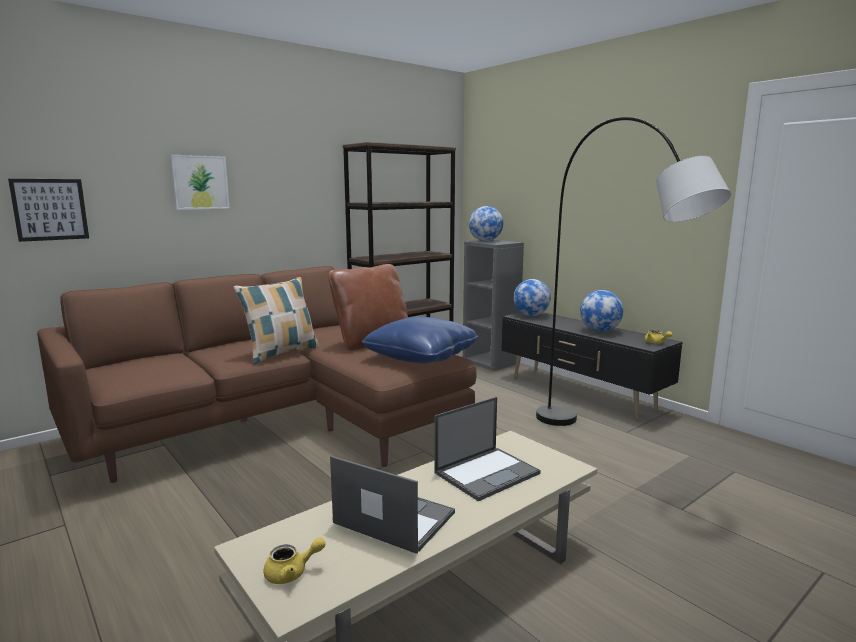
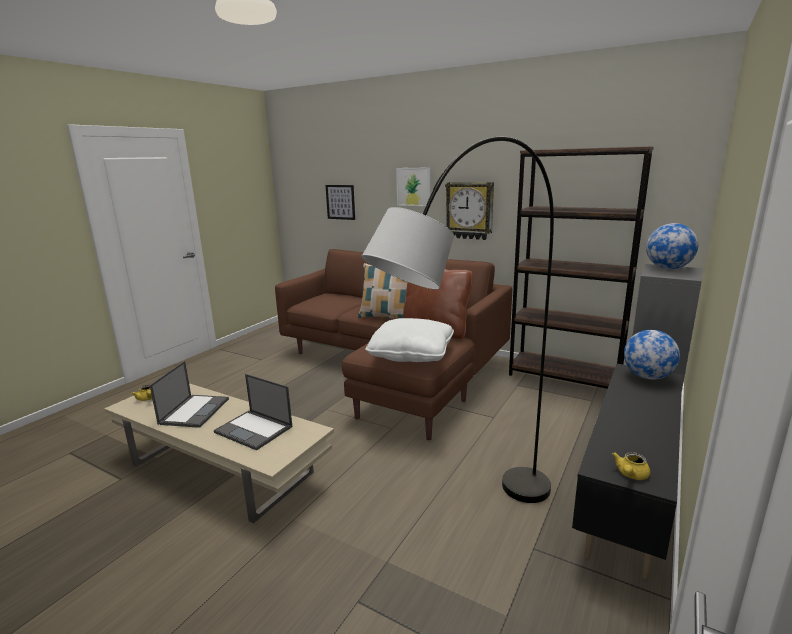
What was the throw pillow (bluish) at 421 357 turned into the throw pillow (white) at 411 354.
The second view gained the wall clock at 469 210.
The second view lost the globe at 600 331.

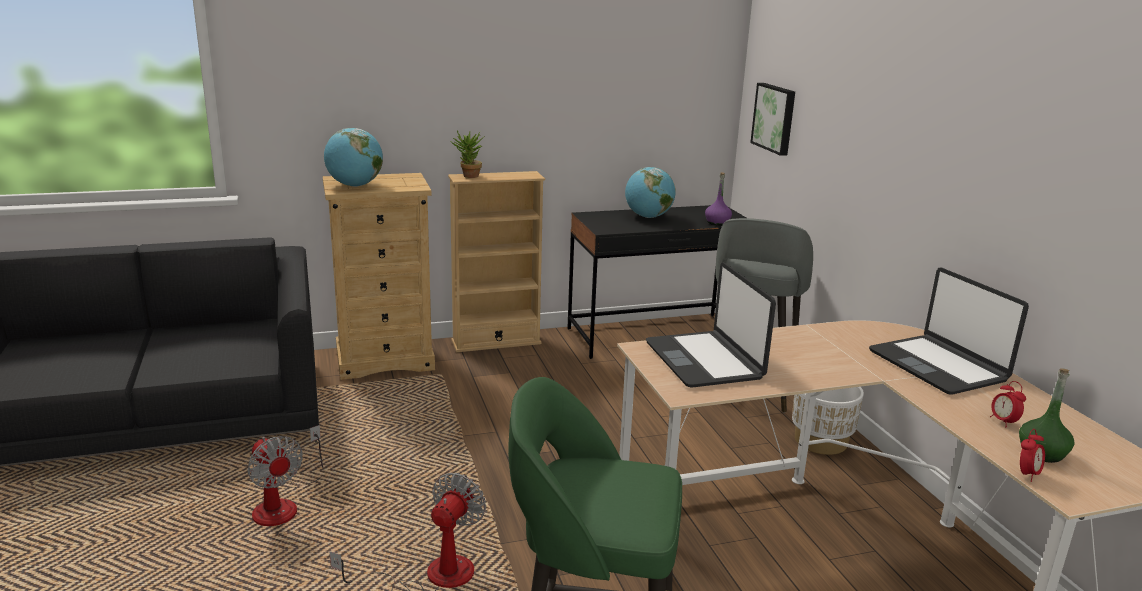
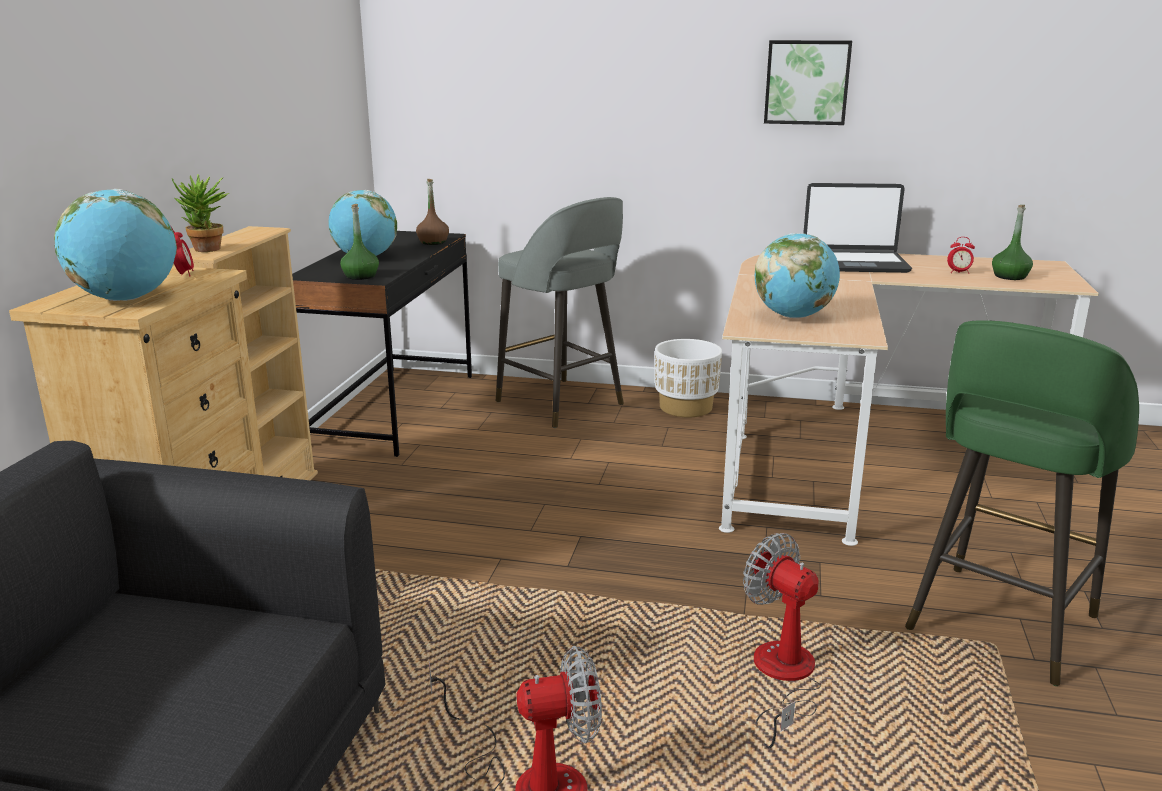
The alarm clock ended up elsewhere, having gone from 1027 474 to 183 274.
The second view gained the drink bottle (greenish) at 360 276.
What was the drink bottle (purple-coloured) at 717 222 turned into the drink bottle (brown) at 433 242.
Where the laptop stood at 705 360, the globe came to stand at 793 316.
The wall art ended up elsewhere, having gone from 775 118 to 807 82.

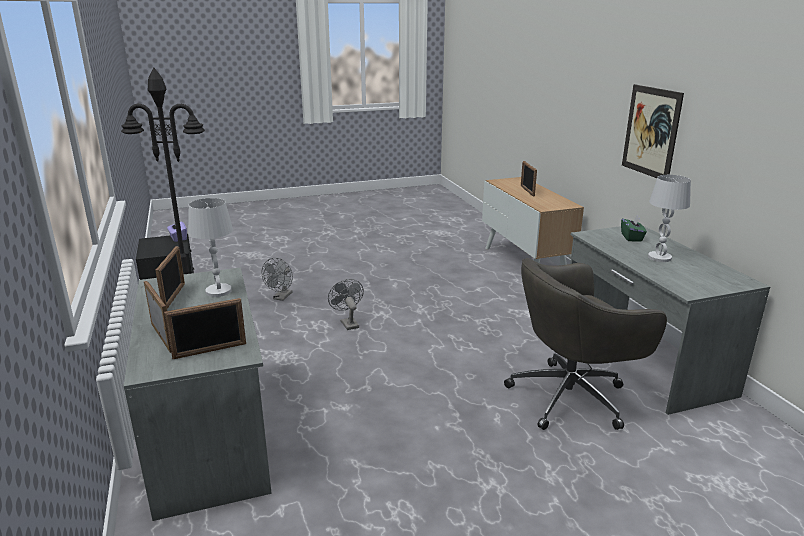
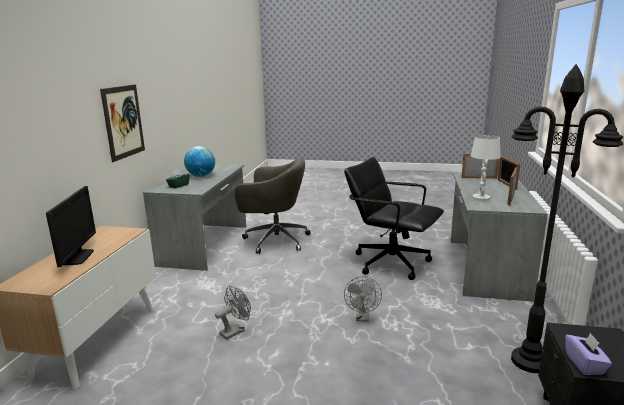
Where the photo frame stood at 527 191, the monitor came to stand at 77 257.
Where the tabletop lamp (white) stood at 659 258, the globe came to stand at 201 176.
The fan (greyish) ended up elsewhere, having gone from 281 297 to 235 331.
The second view gained the desk chair (black) at 391 262.

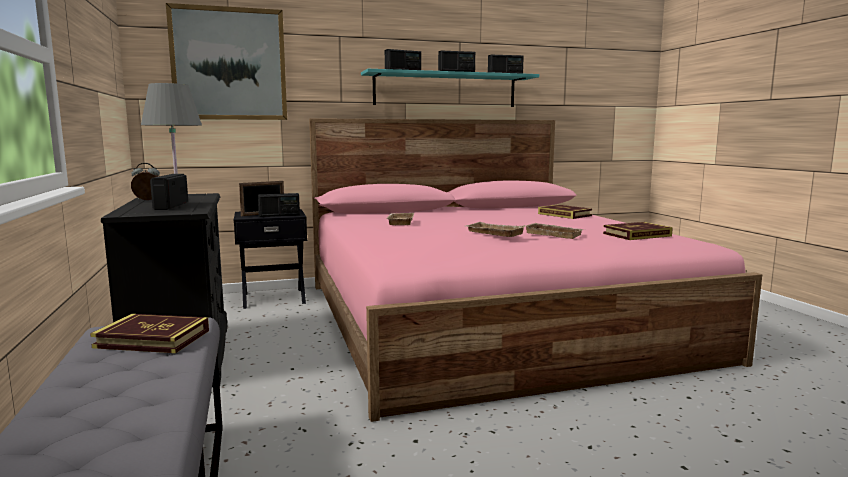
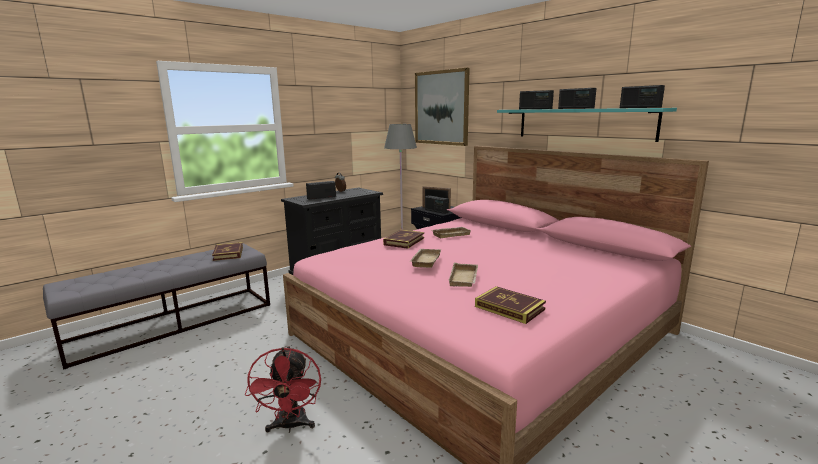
The second view gained the fan (reddish) at 290 426.
The volume ended up elsewhere, having gone from 564 215 to 404 241.

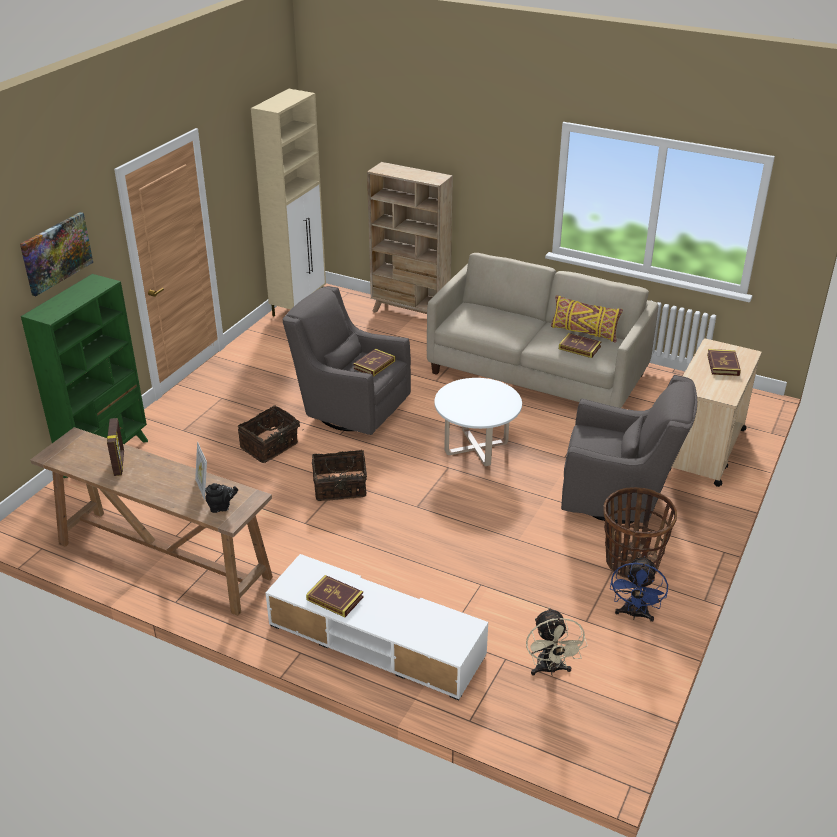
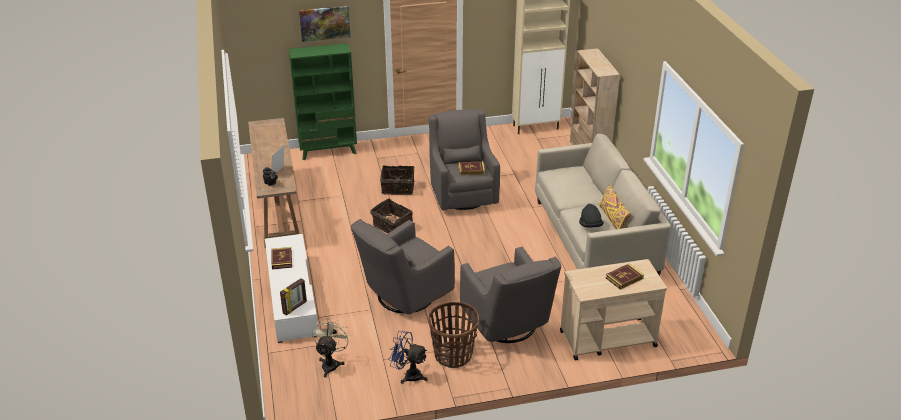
The photo frame ended up elsewhere, having gone from 119 463 to 295 308.
The fan (beige) at 550 670 ended up facing another way, 150 degrees clockwise from before.
The second view gained the armchair (greyish) at 403 296.
The fan (bluish) at 634 614 ended up facing another way, 45 degrees clockwise from before.
Where the volume stood at 579 347, the hat (black) came to stand at 590 225.
The second view lost the low table (white) at 476 448.

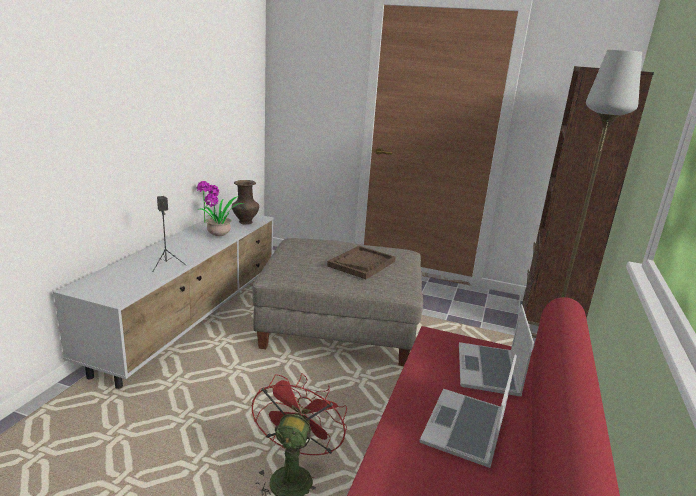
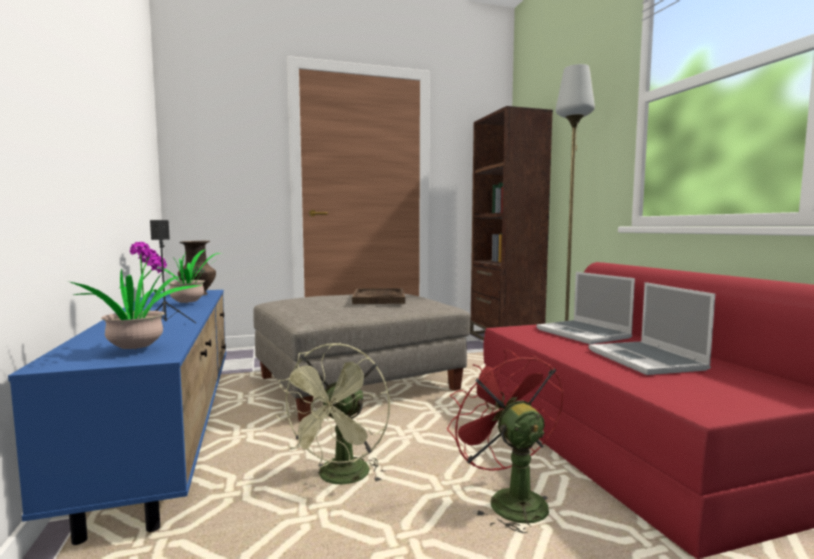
What was the tv stand (white) at 191 319 turned into the tv stand (bluish) at 168 429.
The second view gained the houseplant at 137 351.
The second view gained the fan (greenish) at 340 479.

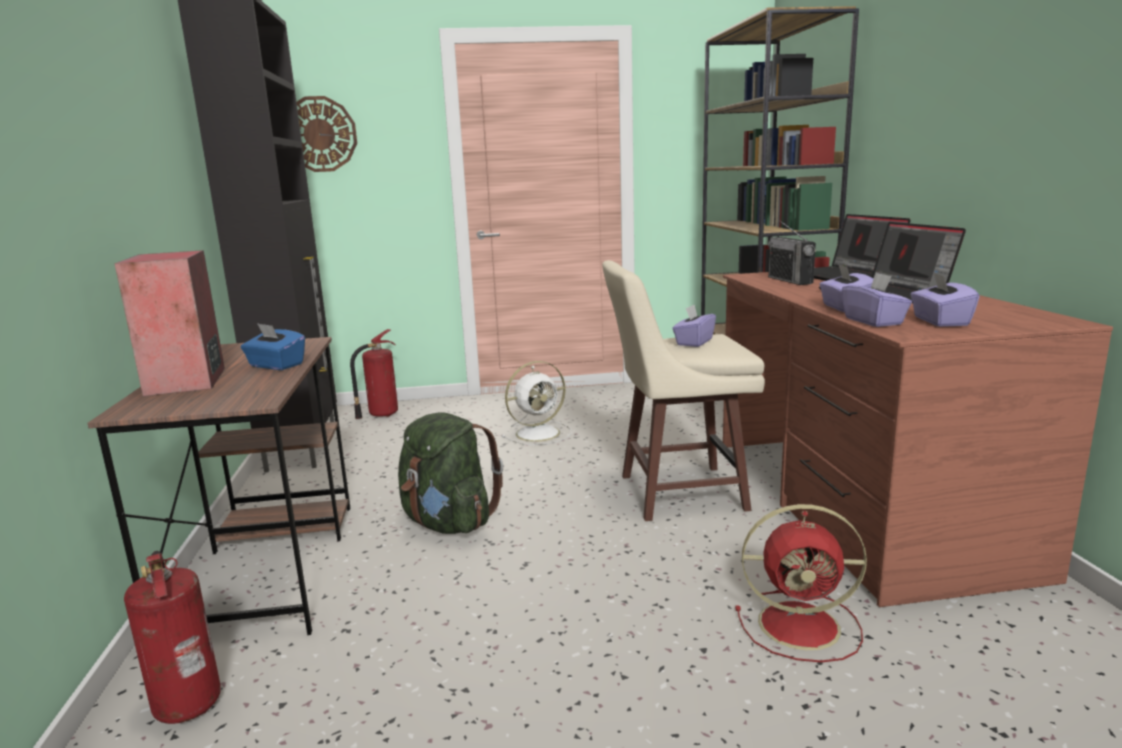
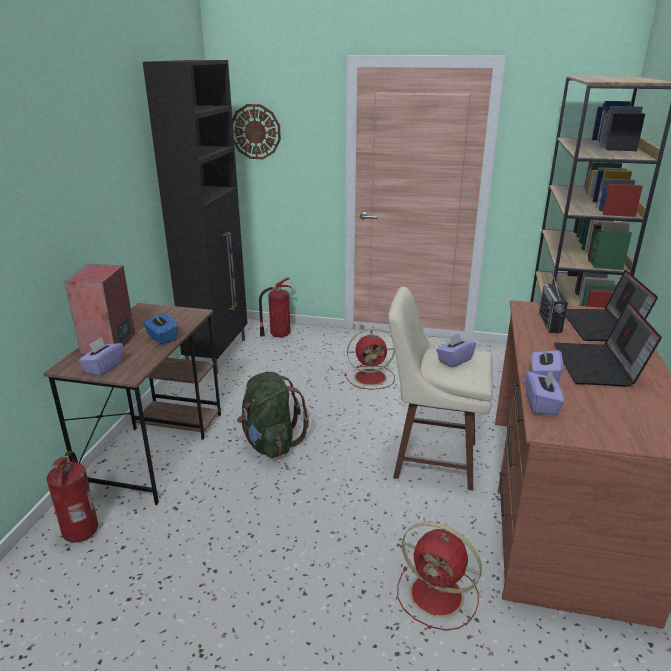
The tissue box (purple-coloured) ended up elsewhere, having gone from 940 321 to 103 368.
What was the fan (white) at 539 433 turned into the fan (reddish) at 372 377.

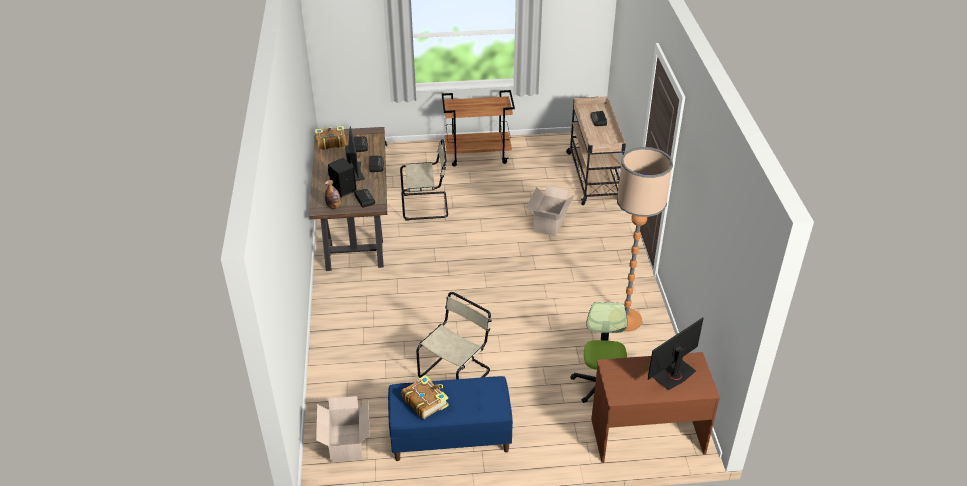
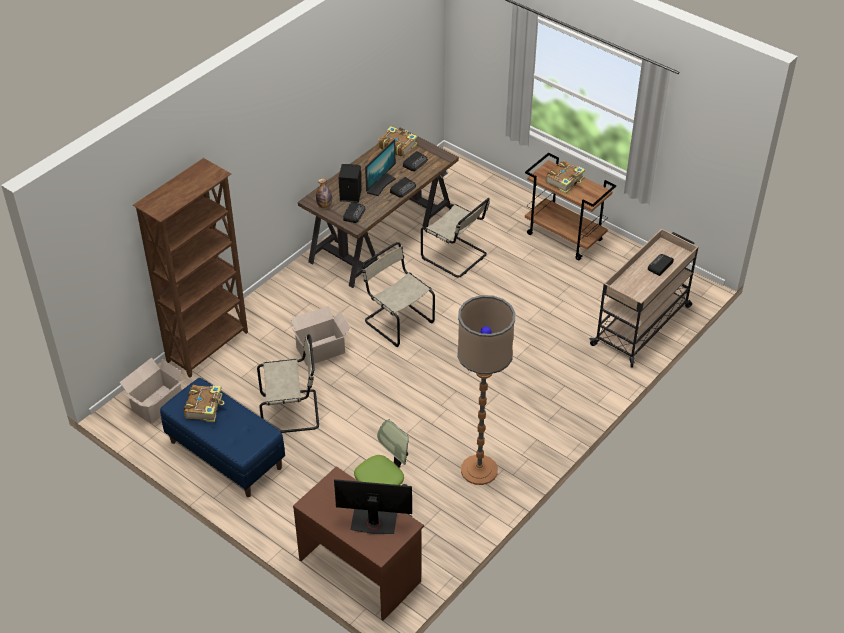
The second view gained the bookshelf (brown) at 208 347.
The carton ended up elsewhere, having gone from 549 222 to 322 350.
The second view gained the chair (beige) at 397 321.
The second view gained the volume at 565 181.

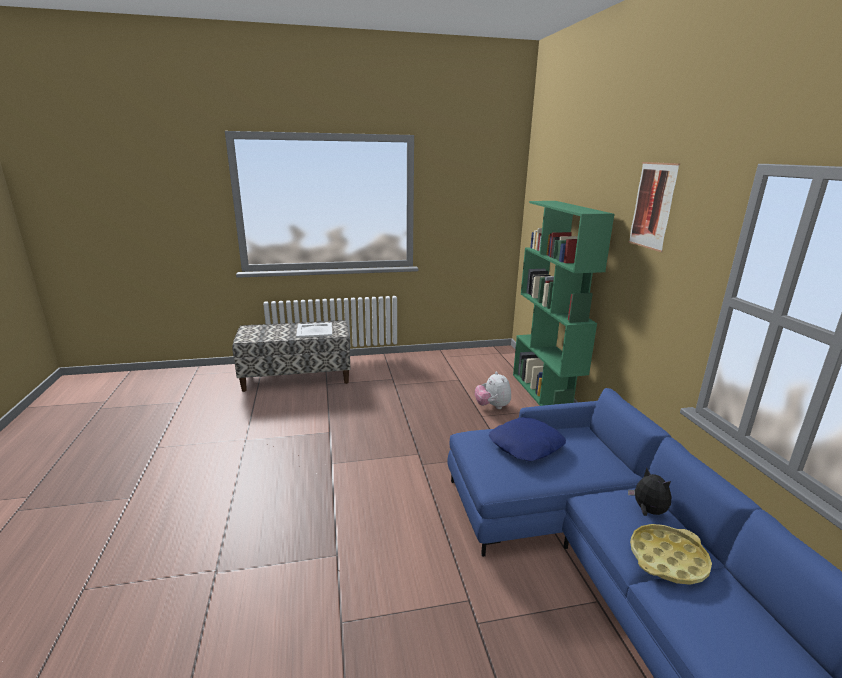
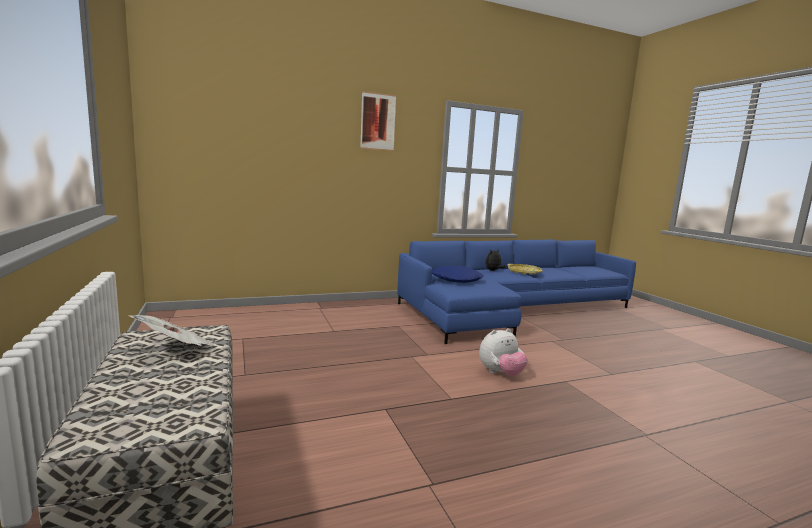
Where the carrying tray (white) stood at 315 330, the daily paper came to stand at 177 350.
The cuddly toy ended up elsewhere, having gone from 492 406 to 500 374.
The second view lost the bookshelf (greenish) at 545 395.

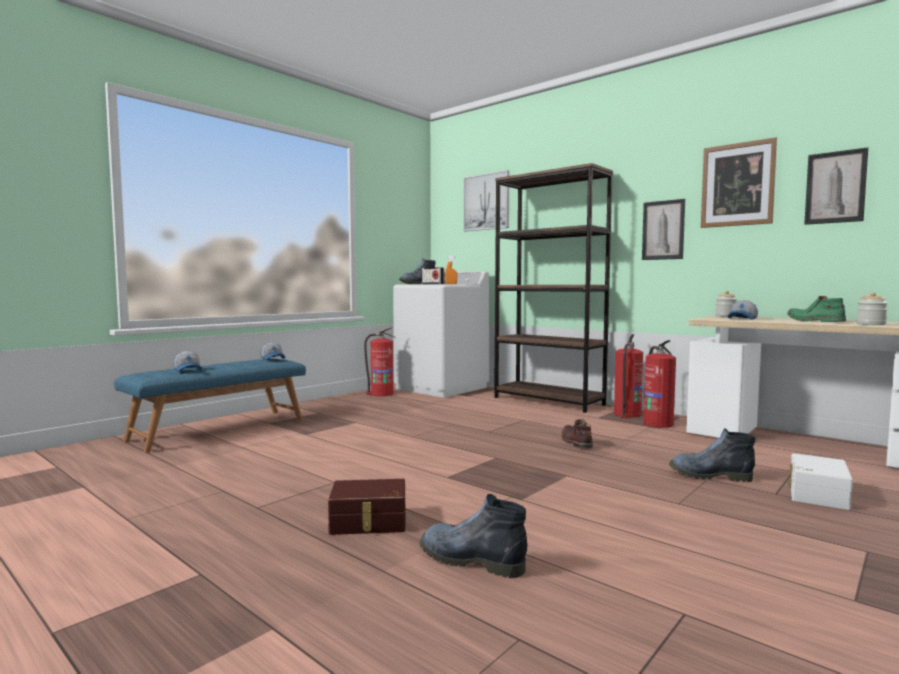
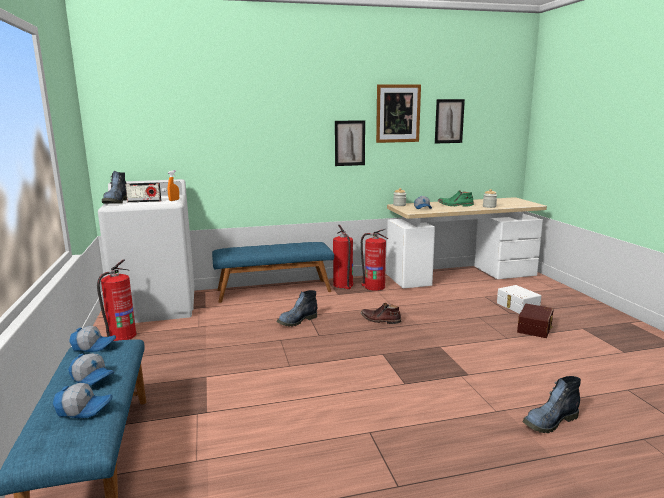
The second view gained the baseball cap at 93 377.
Where the bookshelf (brown) stood at 548 401, the bench (bluish) came to stand at 274 290.
The boot ended up elsewhere, having gone from 708 476 to 297 321.
The storage container (brown) ended up elsewhere, having gone from 368 522 to 535 328.
The second view lost the wall art at 486 202.

